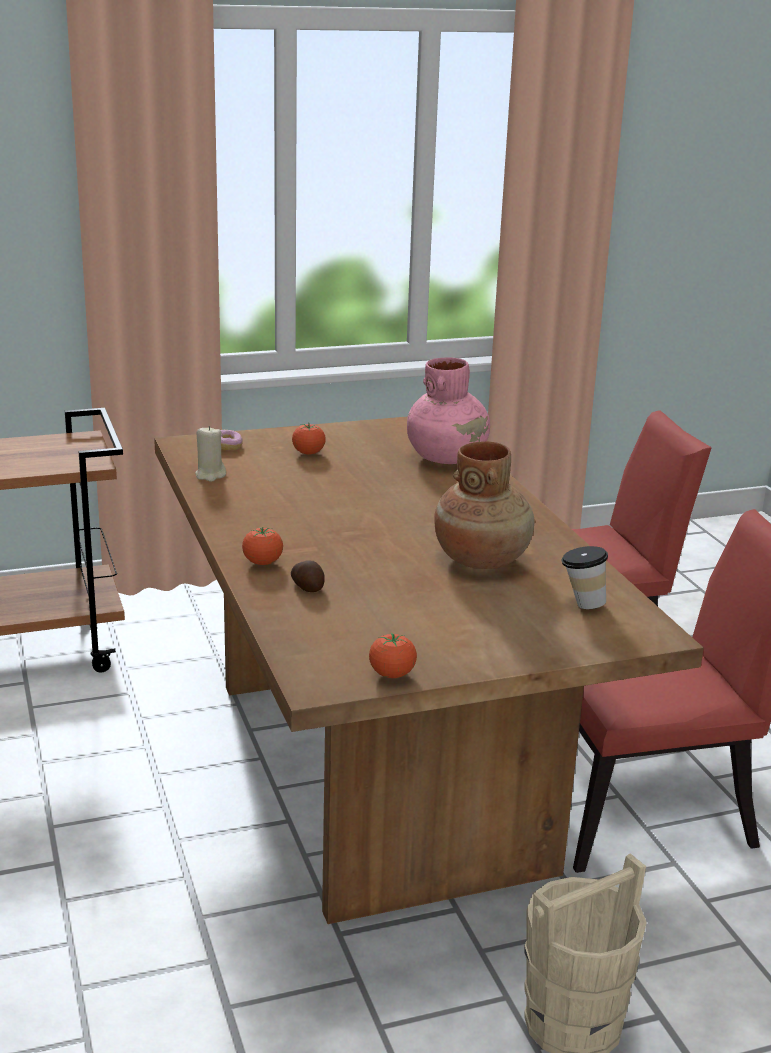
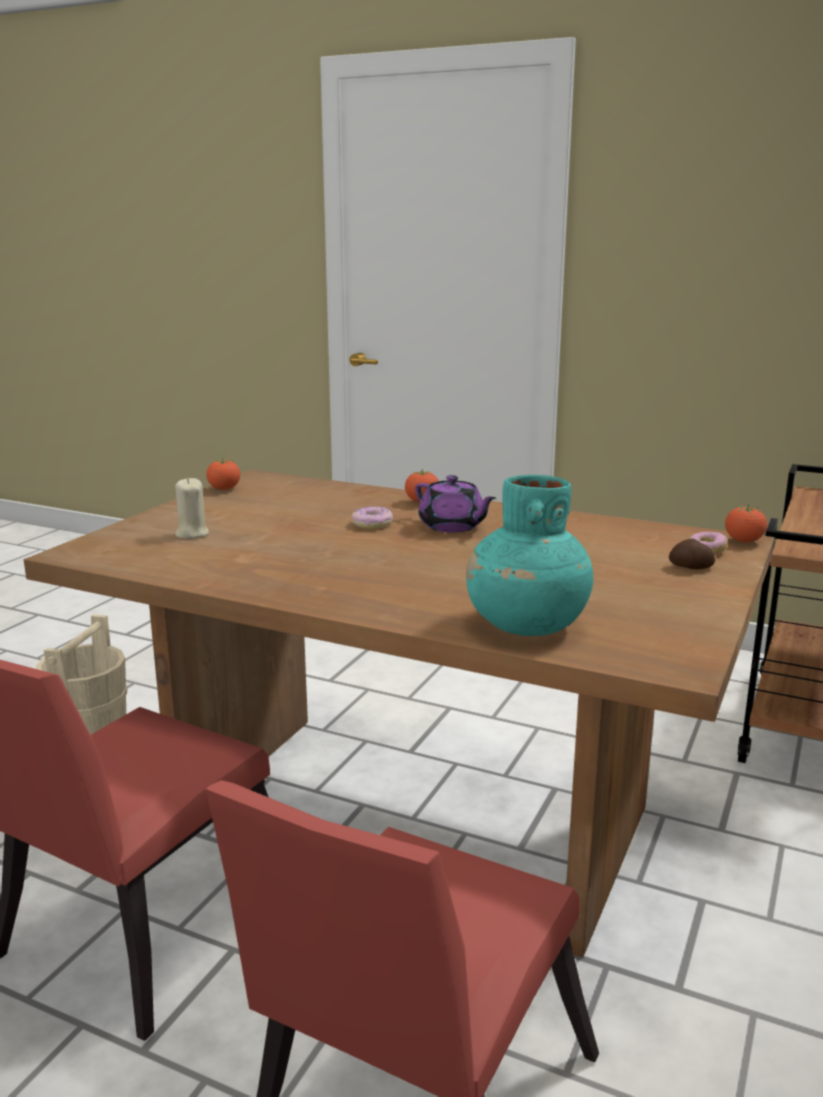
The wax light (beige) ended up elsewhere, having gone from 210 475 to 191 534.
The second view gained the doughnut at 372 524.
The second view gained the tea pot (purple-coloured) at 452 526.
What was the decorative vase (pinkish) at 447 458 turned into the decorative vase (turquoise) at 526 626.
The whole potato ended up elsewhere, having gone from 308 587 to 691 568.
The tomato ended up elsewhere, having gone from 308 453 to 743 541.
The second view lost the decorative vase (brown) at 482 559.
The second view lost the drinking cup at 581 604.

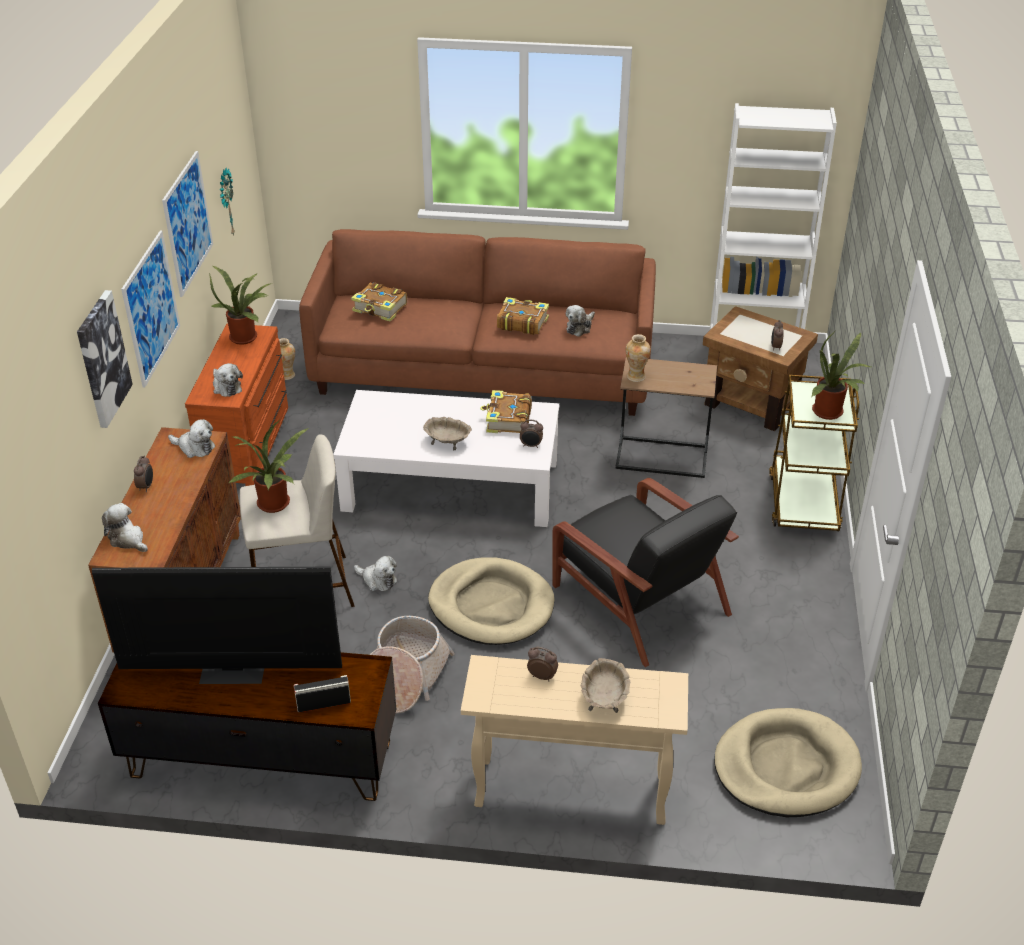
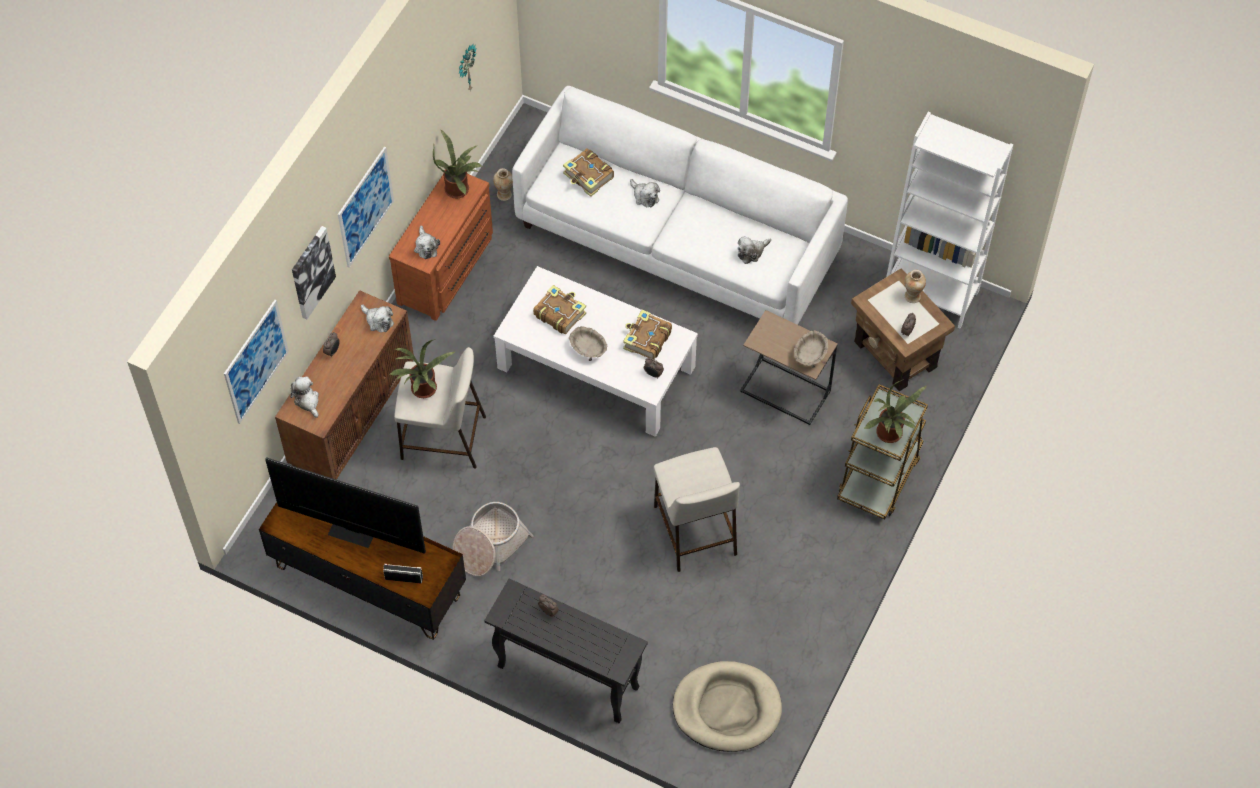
The wall art ended up elsewhere, having gone from 188 223 to 256 361.
What was the hall table (beige) at 569 792 turned into the hall table (black) at 567 677.
What was the sofa (brown) at 483 370 turned into the sofa (white) at 677 240.
The volume ended up elsewhere, having gone from 522 323 to 559 313.
The cuddly toy ended up elsewhere, having gone from 377 580 to 644 196.
Where the armchair (black) stood at 638 597, the stool seat (beige) came to stand at 694 529.
The bowl (beige) ended up elsewhere, having gone from 604 698 to 809 355.
The decorative vase ended up elsewhere, having gone from 636 377 to 912 296.
The second view lost the dog bed (beige) at 491 605.

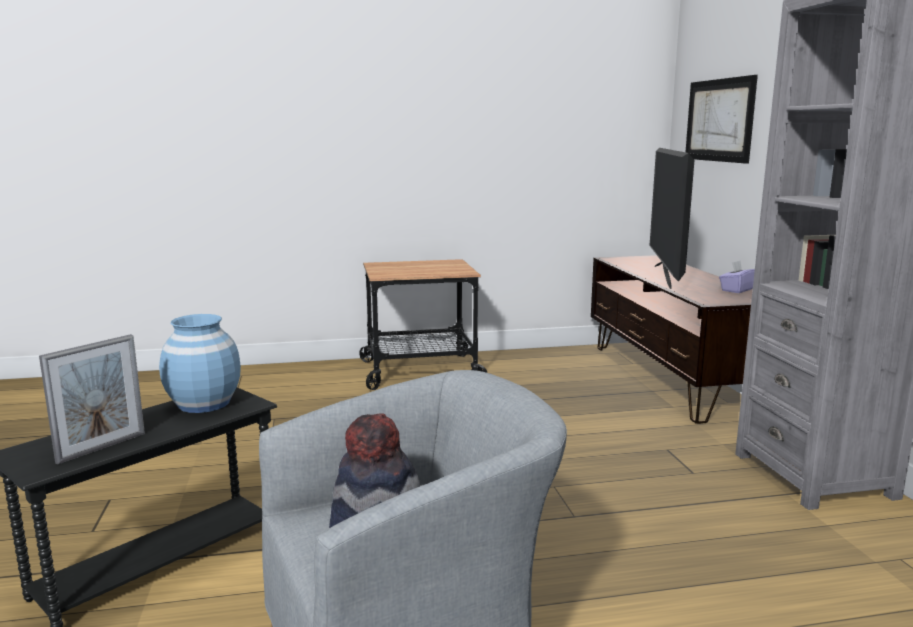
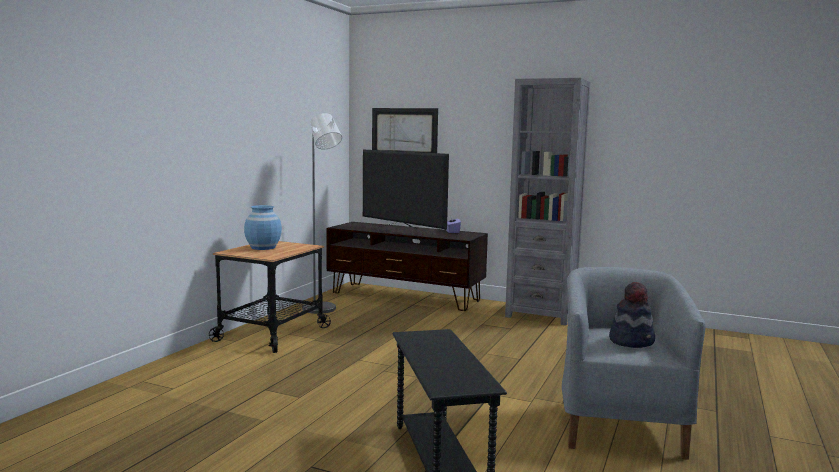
The decorative vase (bluish) ended up elsewhere, having gone from 203 403 to 263 247.
The second view gained the floor lamp (greyish) at 322 310.
The second view lost the photo frame at 102 448.

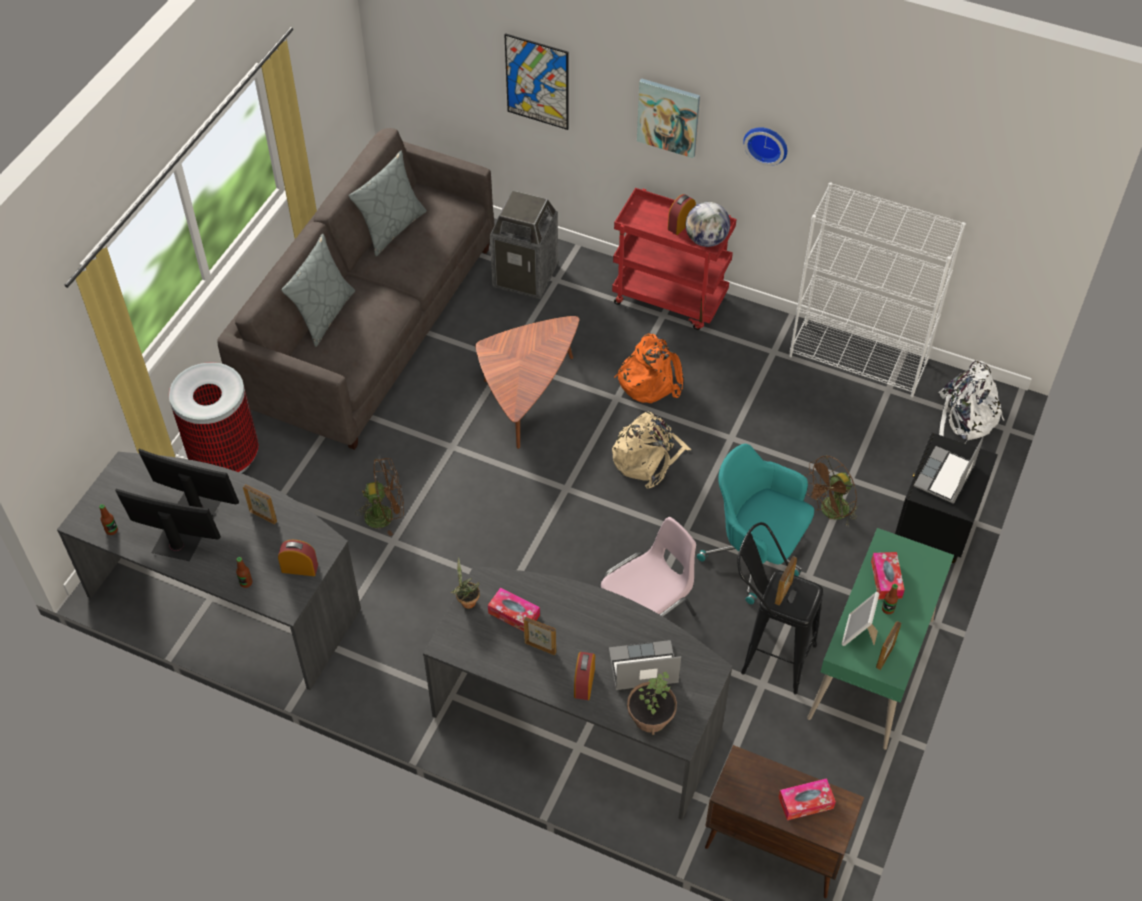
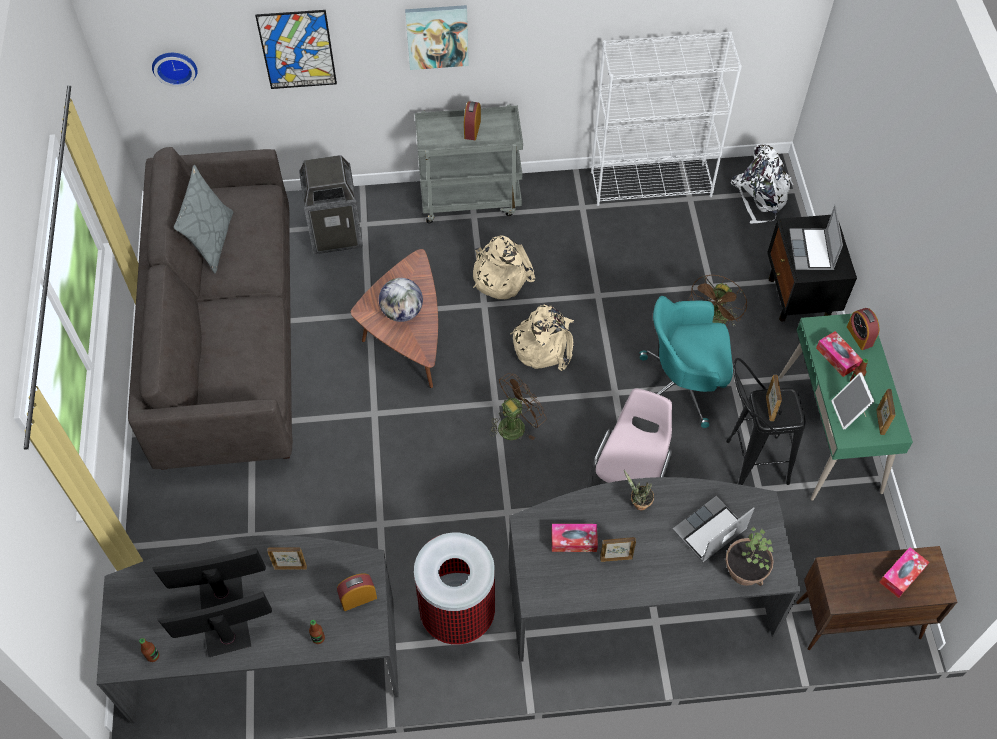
The wall clock ended up elsewhere, having gone from 766 143 to 174 66.
The globe ended up elsewhere, having gone from 706 240 to 402 312.
The trash can ended up elsewhere, having gone from 225 457 to 458 613.
What was the wheeled cart (reddish) at 670 299 turned into the wheeled cart (greyish) at 471 199.
What was the knapsack (orangey) at 649 379 turned into the knapsack (beige) at 499 276.
The fan (brown) ended up elsewhere, having gone from 385 515 to 516 424.
The houseplant ended up elsewhere, having gone from 466 601 to 638 503.
The alarm clock ended up elsewhere, having gone from 584 683 to 859 336.
The second view lost the throw pillow (greyish) at 323 314.

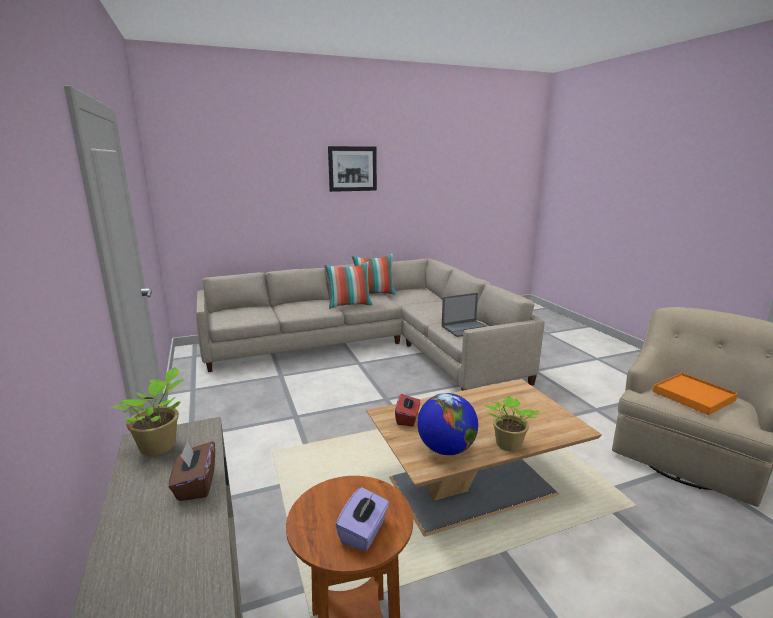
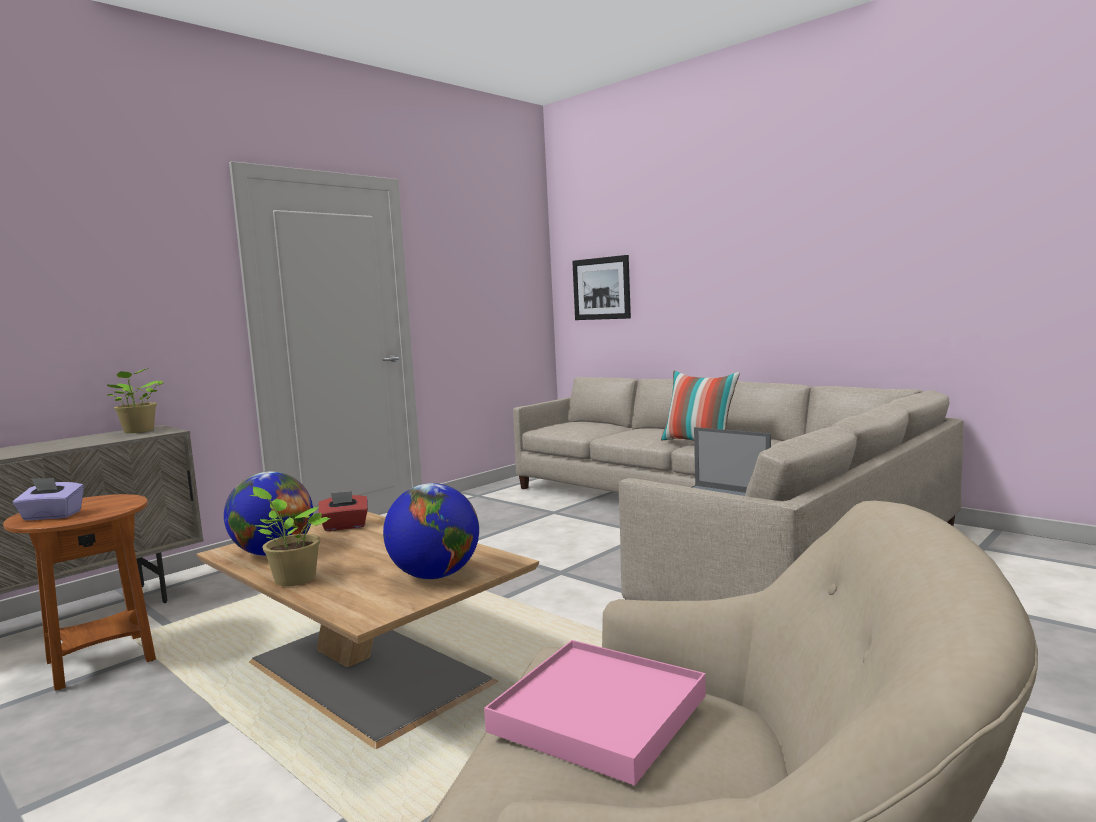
The second view gained the globe at 435 575.
What was the carrying tray (orangey) at 693 396 turned into the carrying tray (pinkish) at 598 713.
The wall art ended up elsewhere, having gone from 352 169 to 601 288.
The second view lost the tissue box (brown) at 196 484.
The second view lost the throw pillow at 374 294.

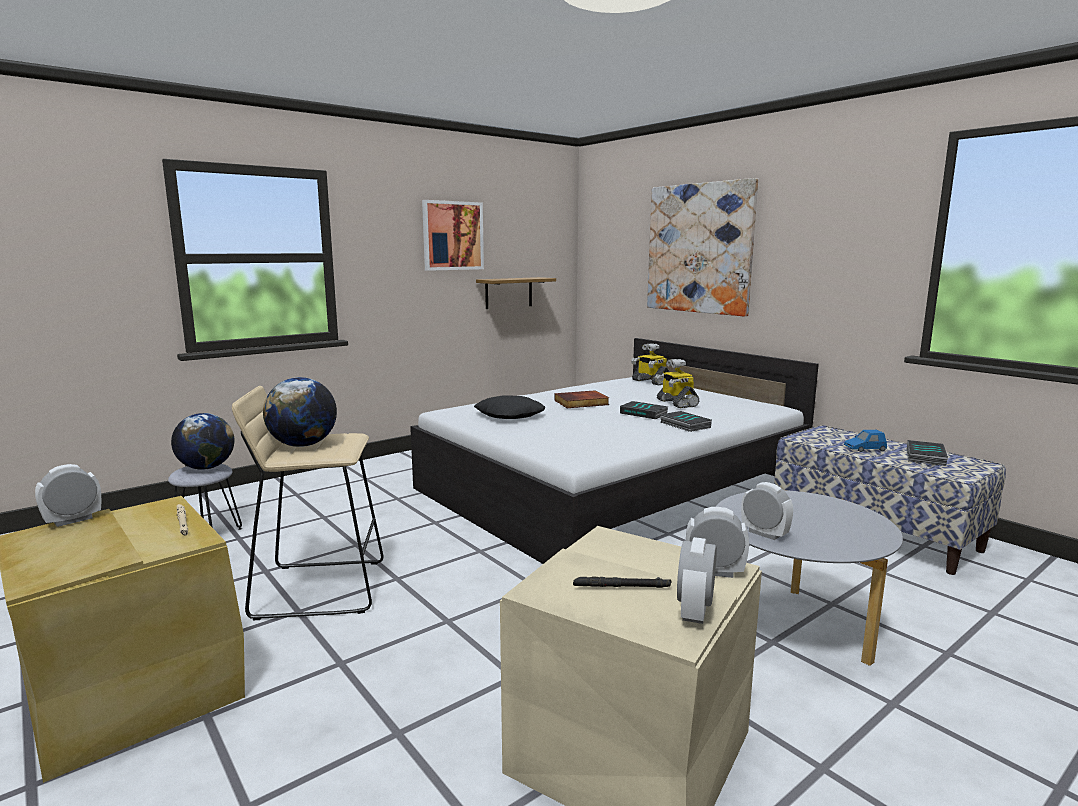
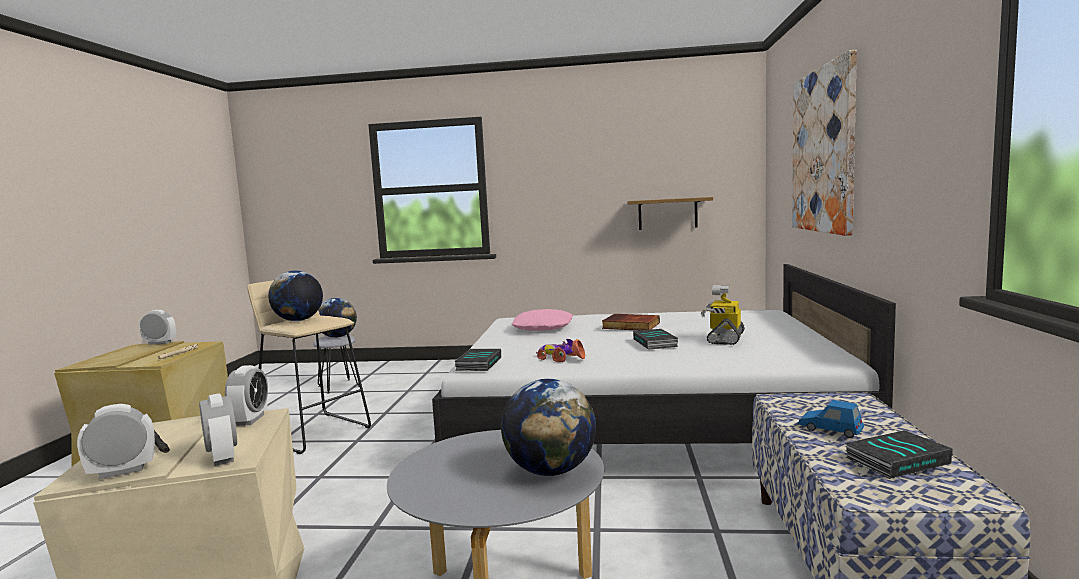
The alarm clock ended up elsewhere, having gone from 764 533 to 250 420.
The volume ended up elsewhere, having gone from 684 425 to 478 364.
The second view gained the globe at 551 471.
What was the throw pillow (black) at 509 415 turned into the throw pillow (pinkish) at 542 328.
The second view gained the toy car at 561 358.
The second view lost the wall art at 452 236.
The second view lost the toy robot at 650 382.

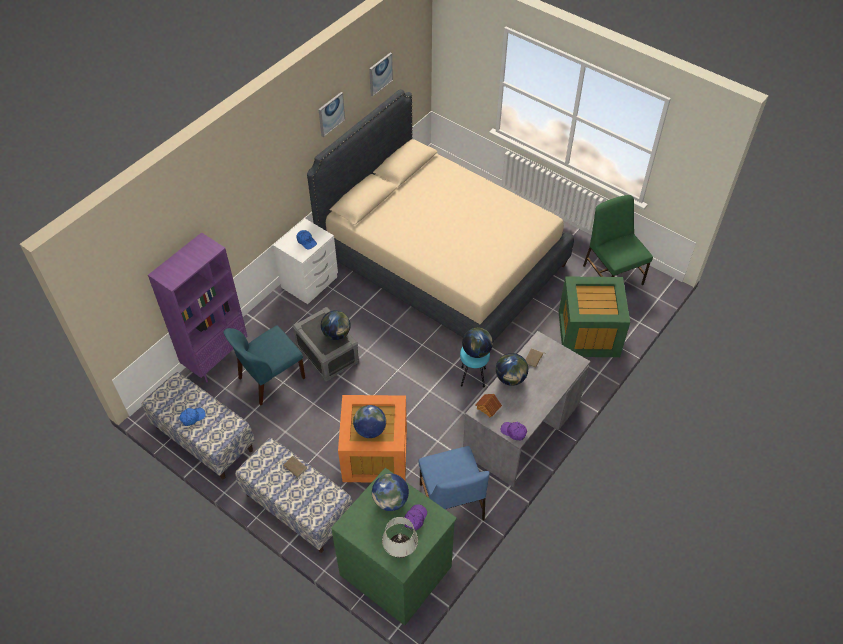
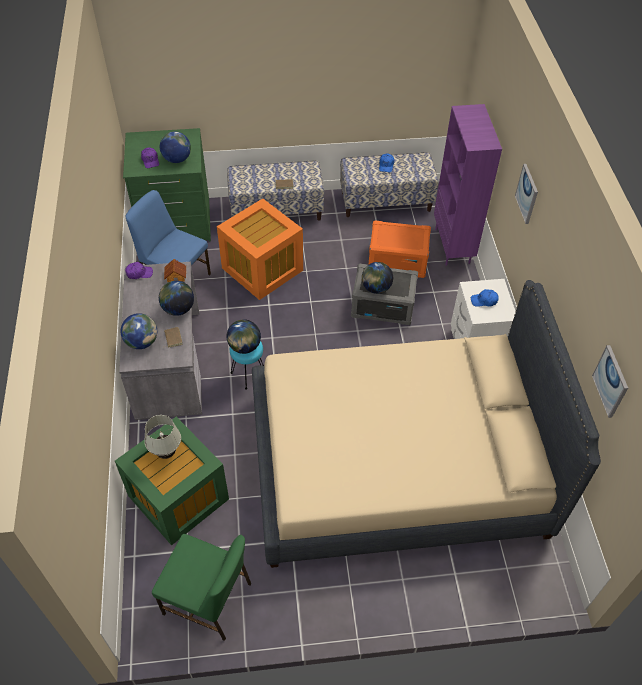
The globe ended up elsewhere, having gone from 370 430 to 142 342.
The tabletop lamp (white) ended up elsewhere, having gone from 400 551 to 167 453.
Where the chair (bluish) stood at 270 379, the storage container (orangey) came to stand at 397 261.
The wall art ended up elsewhere, having gone from 331 114 to 527 193.

